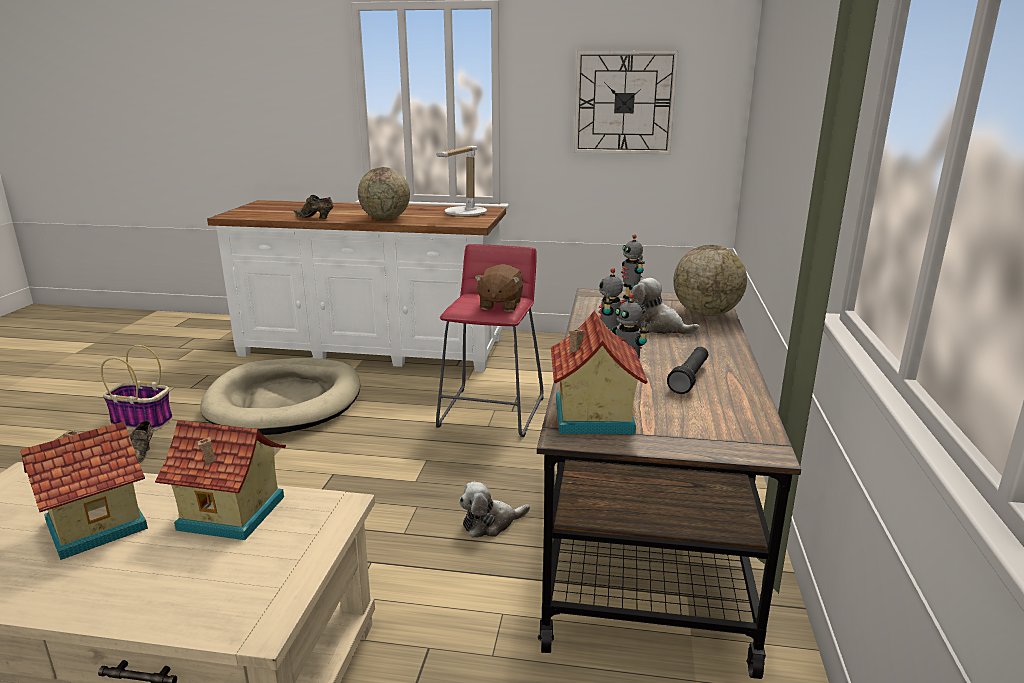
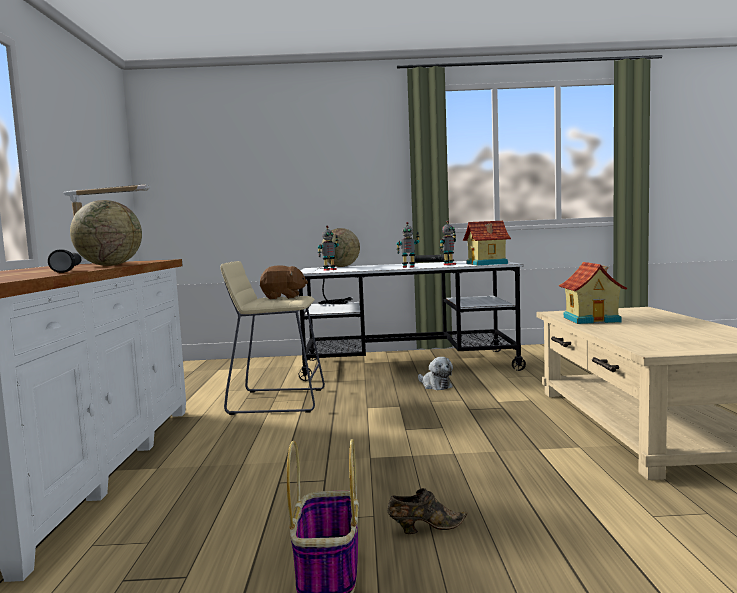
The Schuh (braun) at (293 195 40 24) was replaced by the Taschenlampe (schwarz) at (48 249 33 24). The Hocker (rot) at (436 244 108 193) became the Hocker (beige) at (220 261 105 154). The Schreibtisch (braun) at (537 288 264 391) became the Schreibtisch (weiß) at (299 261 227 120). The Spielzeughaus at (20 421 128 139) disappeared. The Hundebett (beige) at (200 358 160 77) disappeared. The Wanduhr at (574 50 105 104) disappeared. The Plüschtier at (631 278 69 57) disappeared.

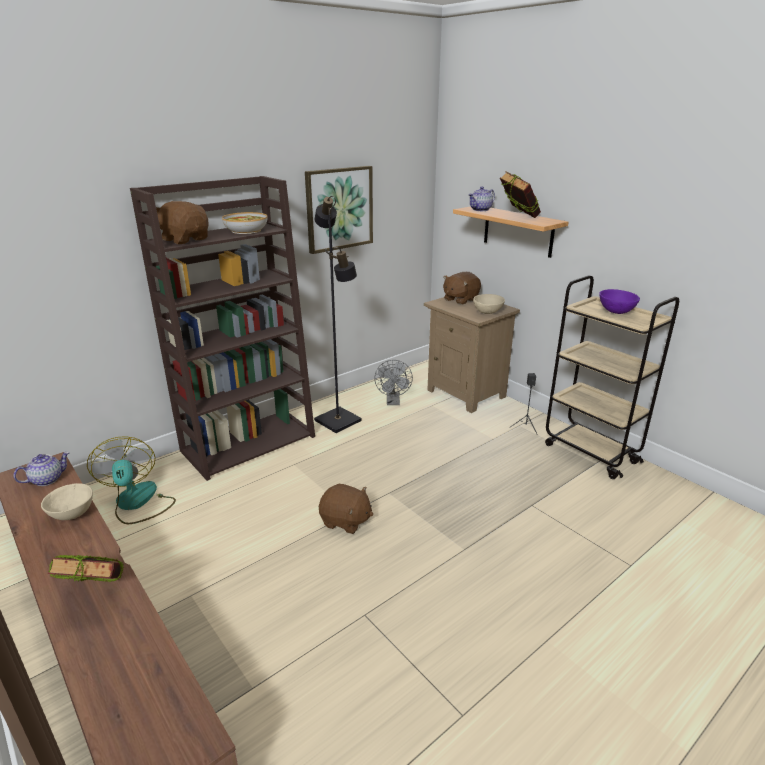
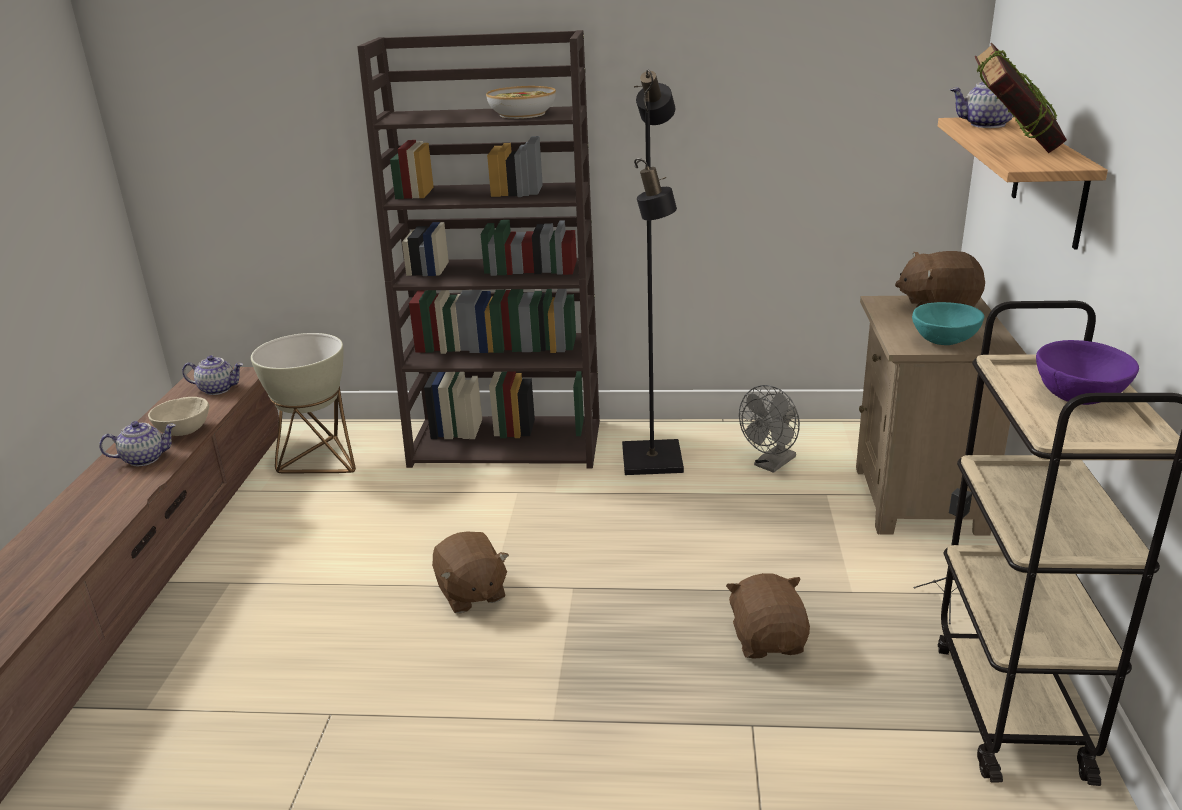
The Teekanne at (99 421 76 45) appeared. The Ventilator at (87 436 89 88) was replaced by the Pflanzkübel at (251 333 105 141). The Plüschtier (braun) moved from (156 201 53 43) to (726 573 84 86). The Schüssel (beige) at (473 294 32 20) became the Schüssel (türkis) at (912 302 72 43). The Buch at (48 555 76 27) disappeared. The Bild at (305 166 68 88) disappeared.

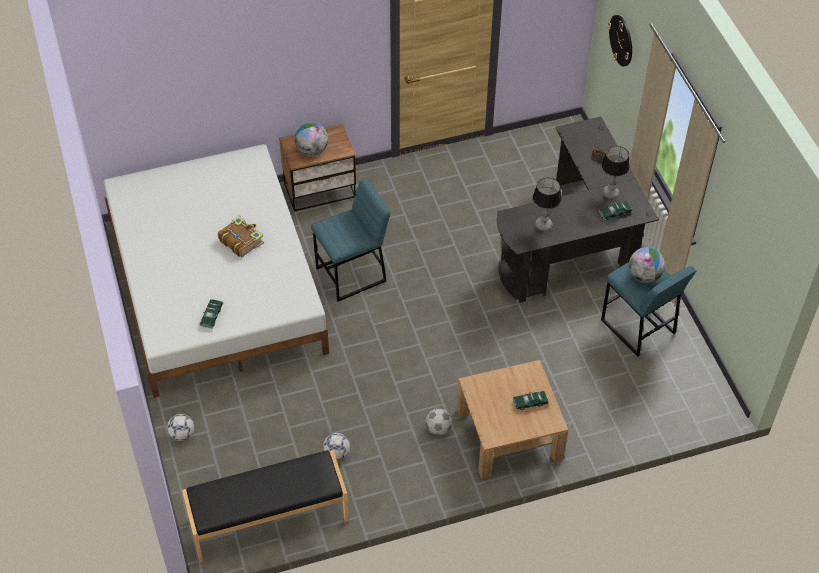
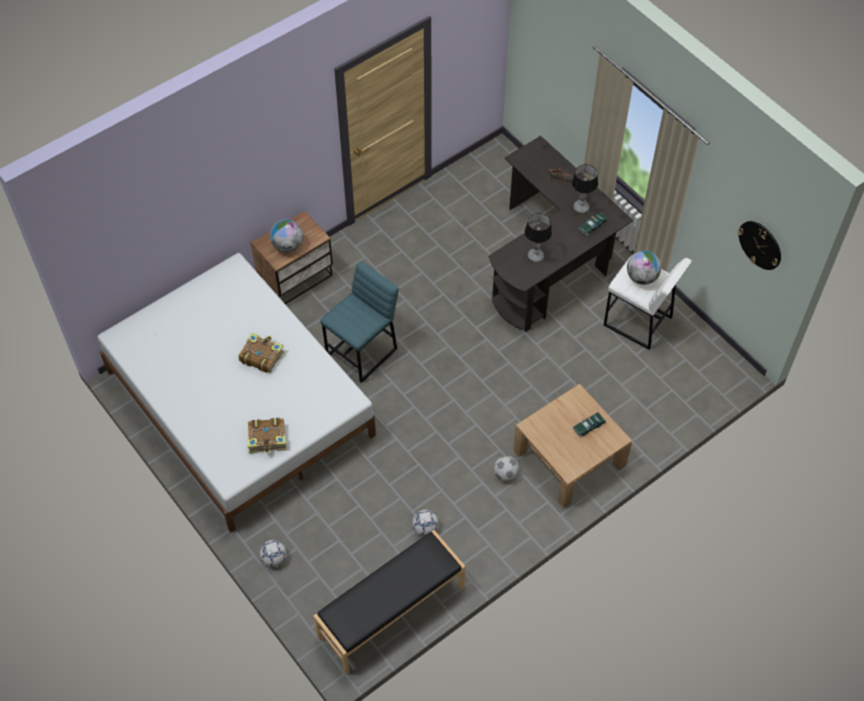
The Spielzeugauto at (199 299 24 30) was replaced by the Buch at (247 418 40 36). The Hocker (blau) at (601 262 95 95) became the Hocker (weiß) at (604 255 88 95). The Wanduhr moved from (608 15 24 51) to (738 221 43 49).

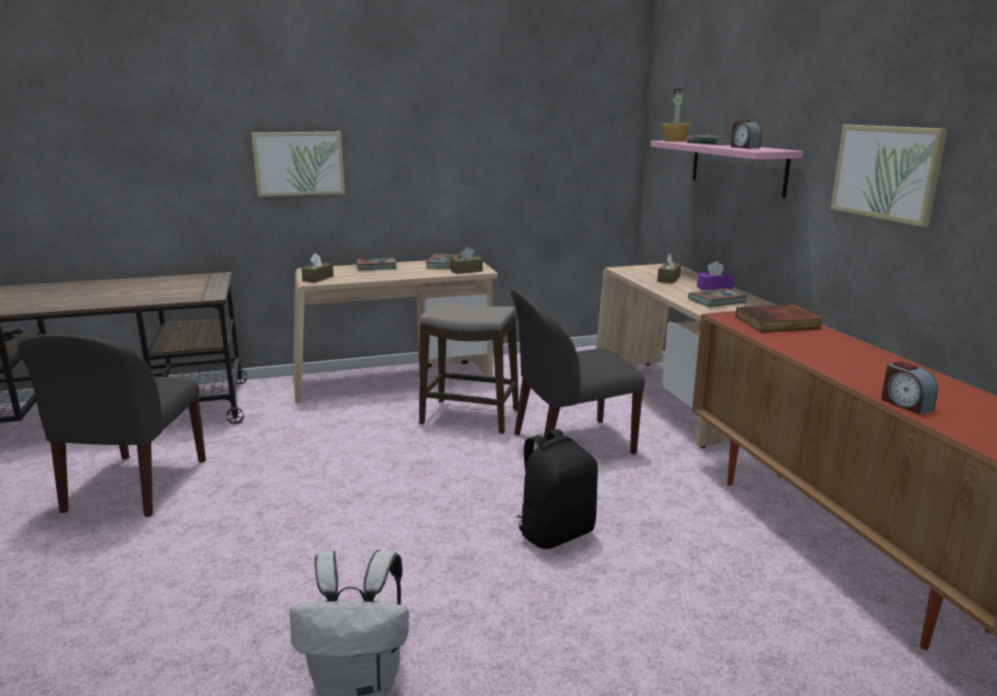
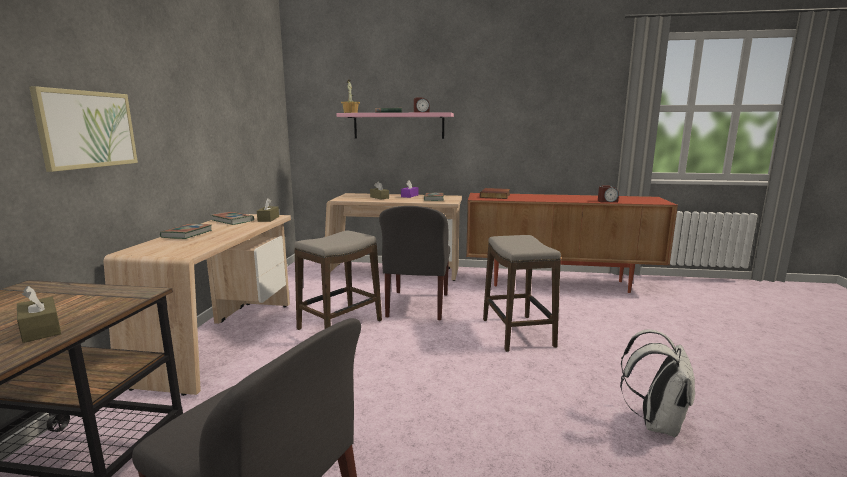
The Taschentuchbox (braun) moved from (301 253 33 30) to (17 286 44 57). The Rucksack (schwarz) at (517 429 81 120) was replaced by the Hocker at (483 235 78 117). The Bild at (831 125 116 102) disappeared.

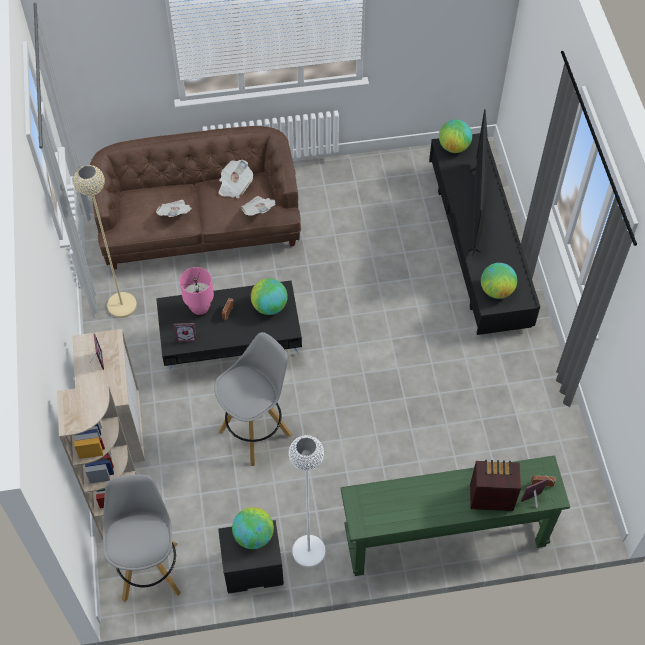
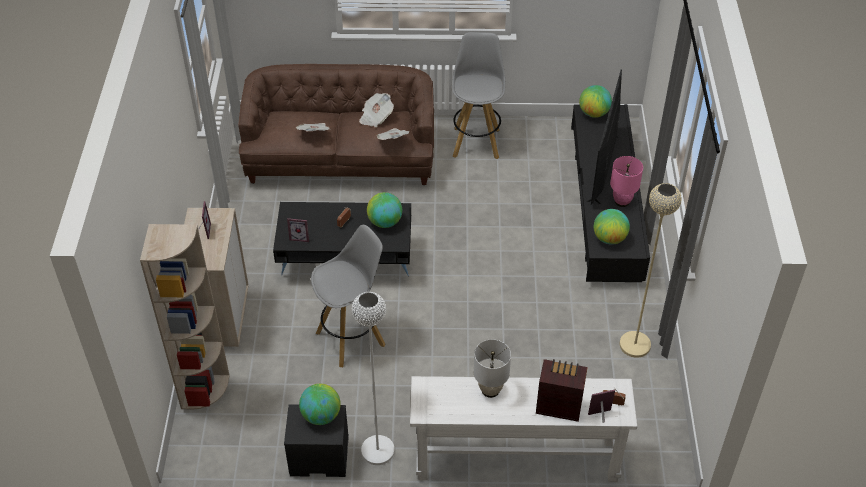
The Konsolentisch (grün) at (341 455 229 121) became the Konsolentisch (weiß) at (410 376 228 106). The Hocker (grau) moved from (103 475 78 128) to (452 32 53 127). The Tischlampe (weiß) at (474 339 37 59) appeared. The Tischlampe (rosa) moved from (180 267 34 49) to (610 156 33 51). The Stehlampe (beige) moved from (74 165 63 153) to (620 183 62 175).

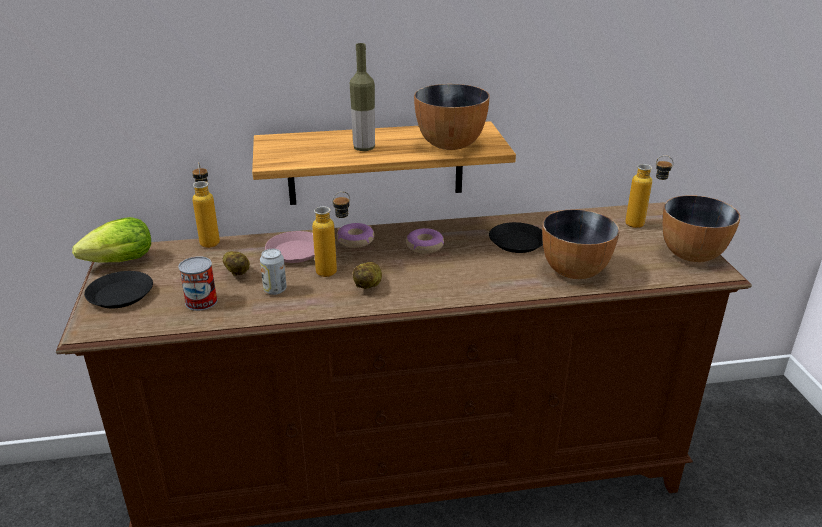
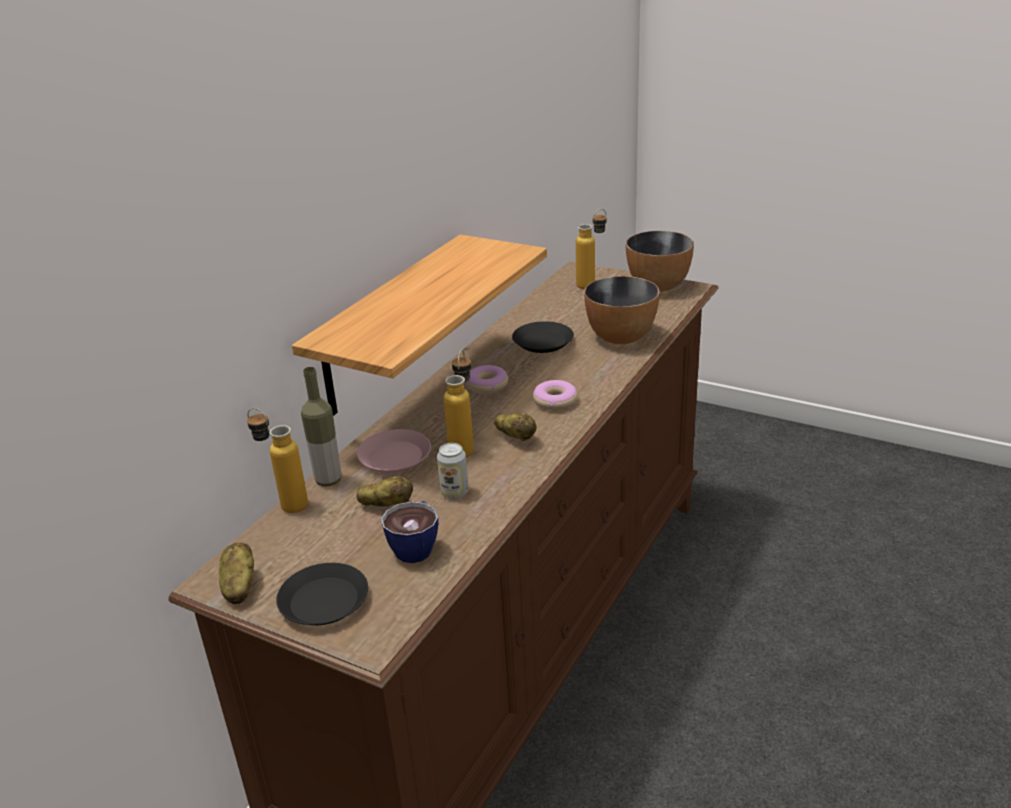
The Salatkopf at (72 217 79 46) was replaced by the Kartoffel at (219 543 35 61). The Flasche moved from (350 43 25 108) to (301 367 40 120). The Dose at (178 256 40 55) was replaced by the Tasse at (381 501 57 62). The Donut moved from (337 223 37 25) to (532 380 46 30). The Schüssel at (414 84 76 66) disappeared.

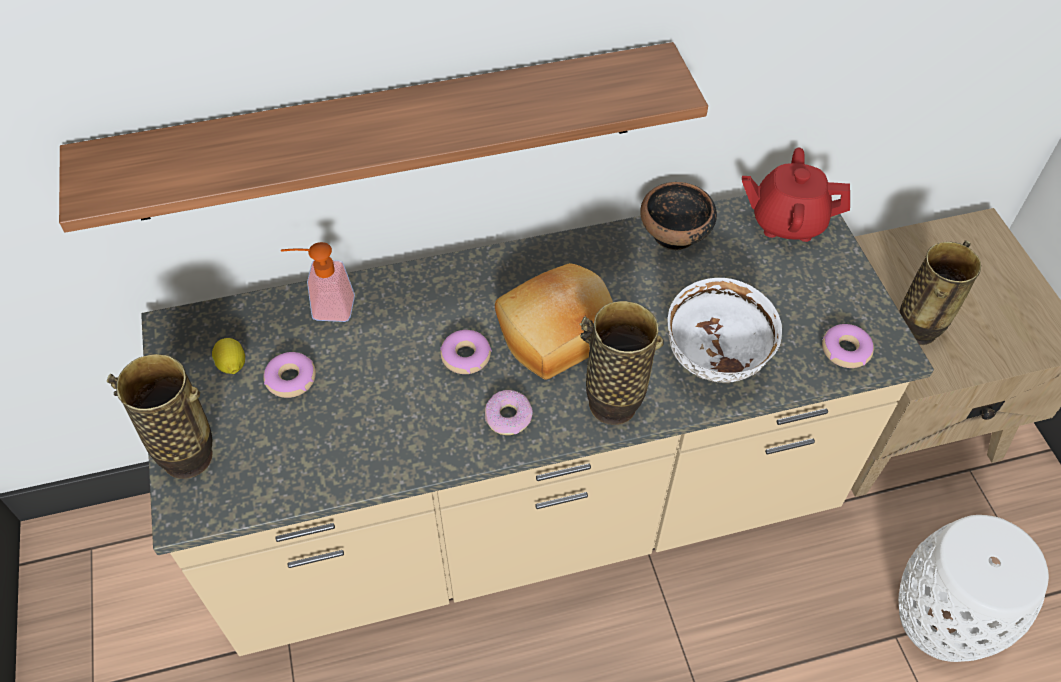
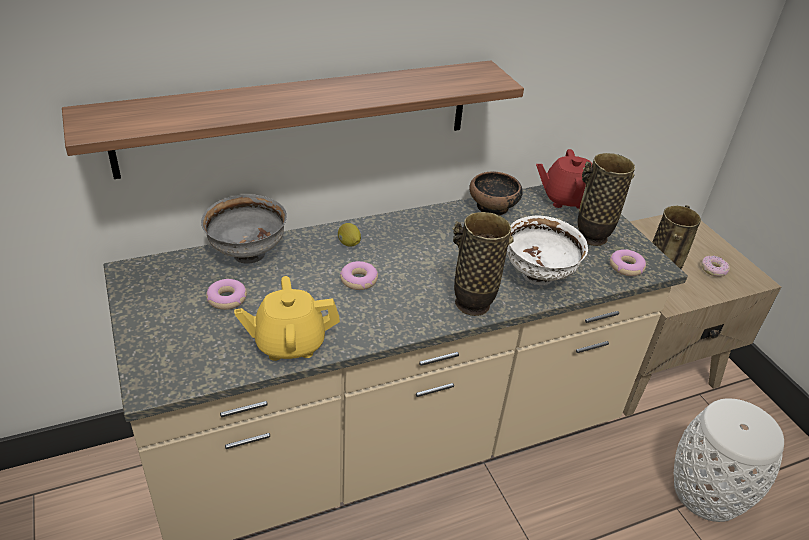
The Seifenspender at (281 242 74 80) was replaced by the Schüssel (grau) at (201 194 86 69). The Teekanne (gelb) at (234 276 106 85) appeared. The Zitrone moved from (212 338 33 36) to (338 223 23 24). The Vase moved from (107 354 106 125) to (577 153 58 93). The Donut moved from (485 390 48 45) to (701 256 29 21). The Brot at (495 263 118 117) disappeared.

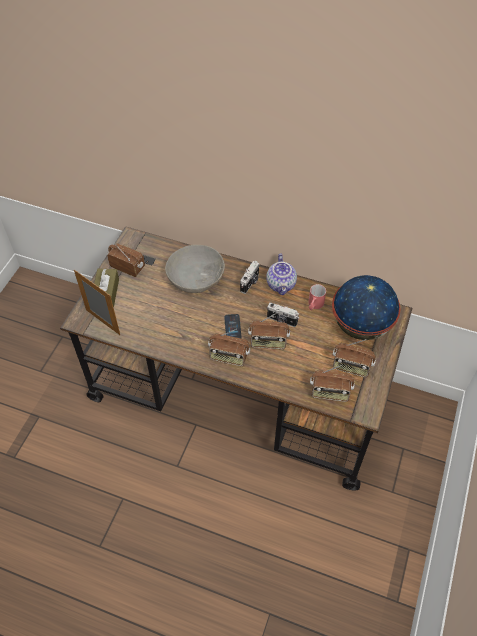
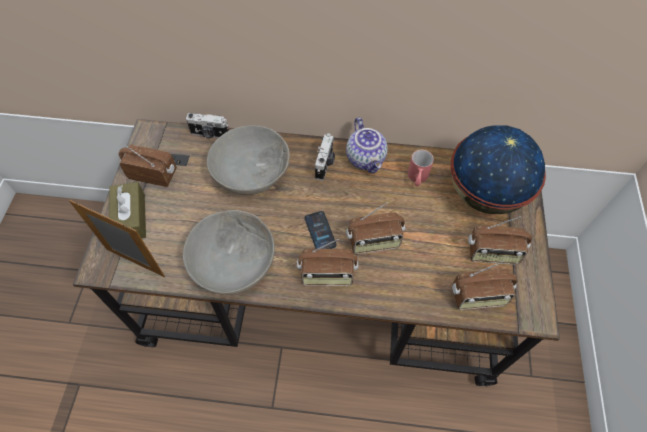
The Schüssel (grau) at (183 210 92 85) appeared. The Kamera moved from (267 302 32 25) to (186 113 43 25).

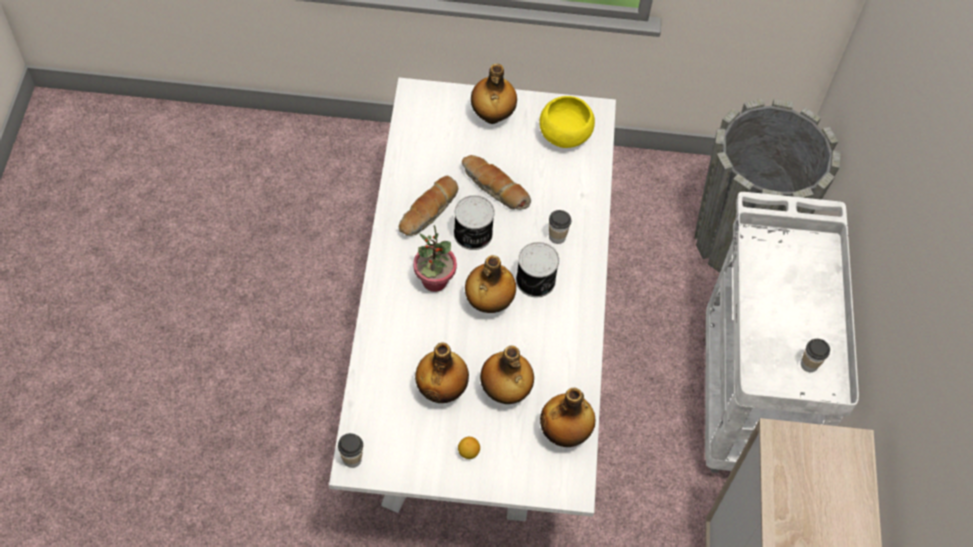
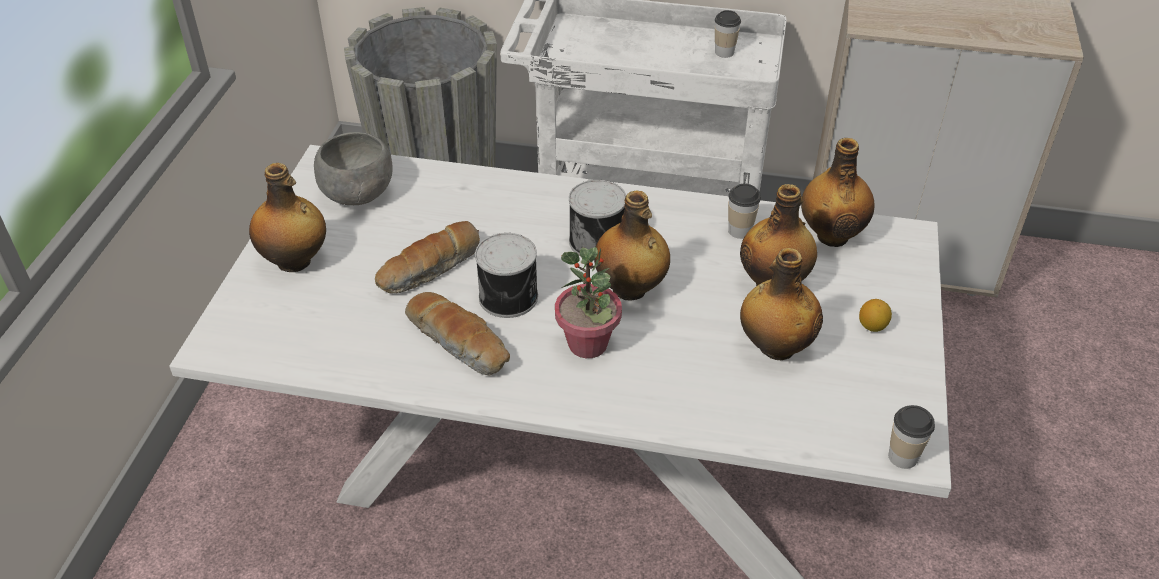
The Schüssel (gelb) at (539 96 56 52) became the Schüssel (grau) at (314 132 79 73). The Tasse moved from (549 210 22 34) to (728 184 33 55).

